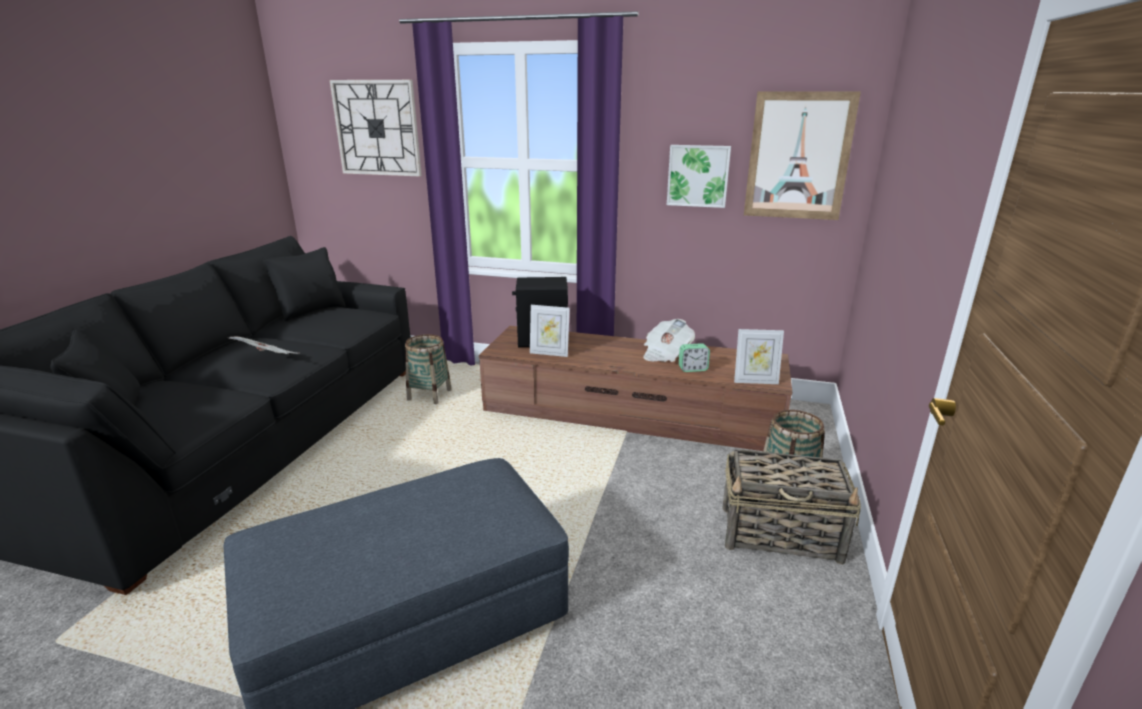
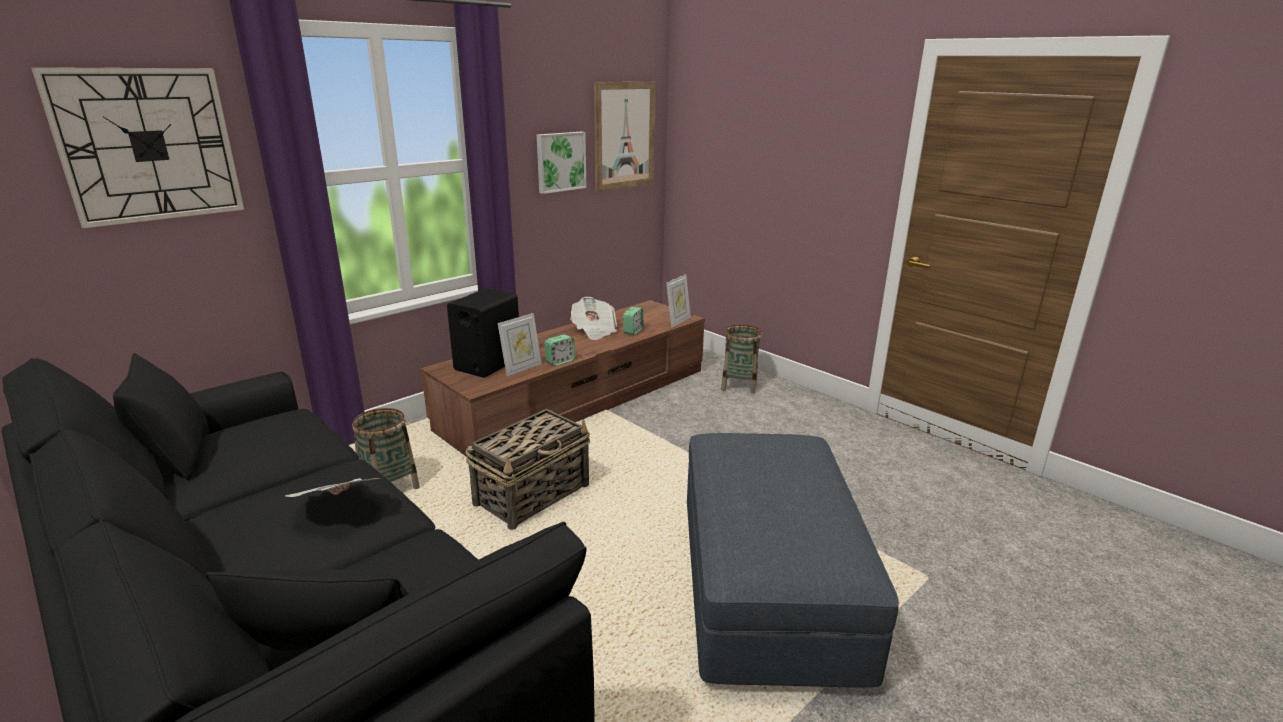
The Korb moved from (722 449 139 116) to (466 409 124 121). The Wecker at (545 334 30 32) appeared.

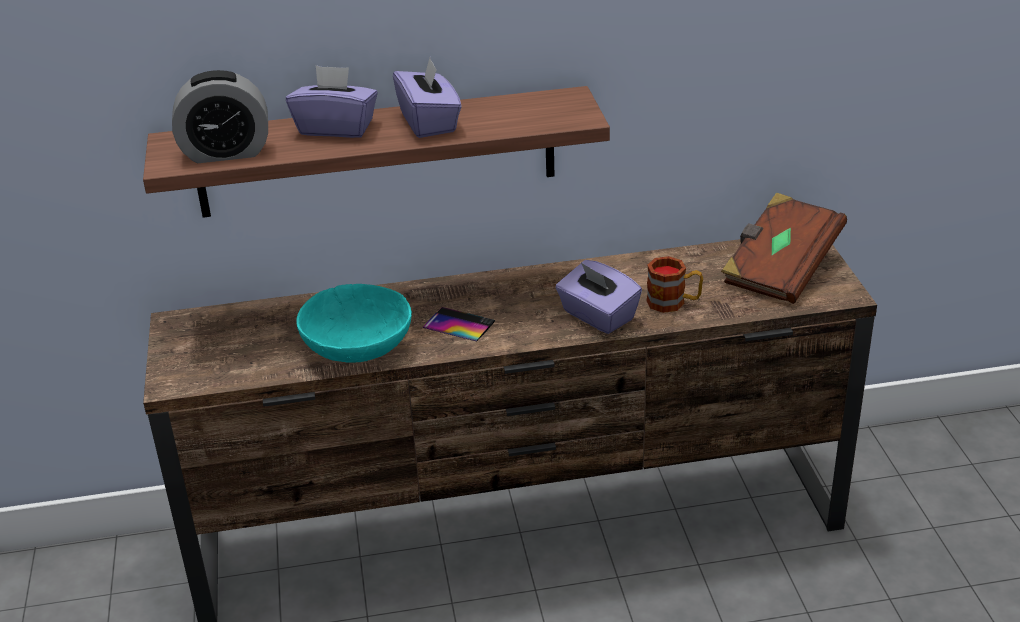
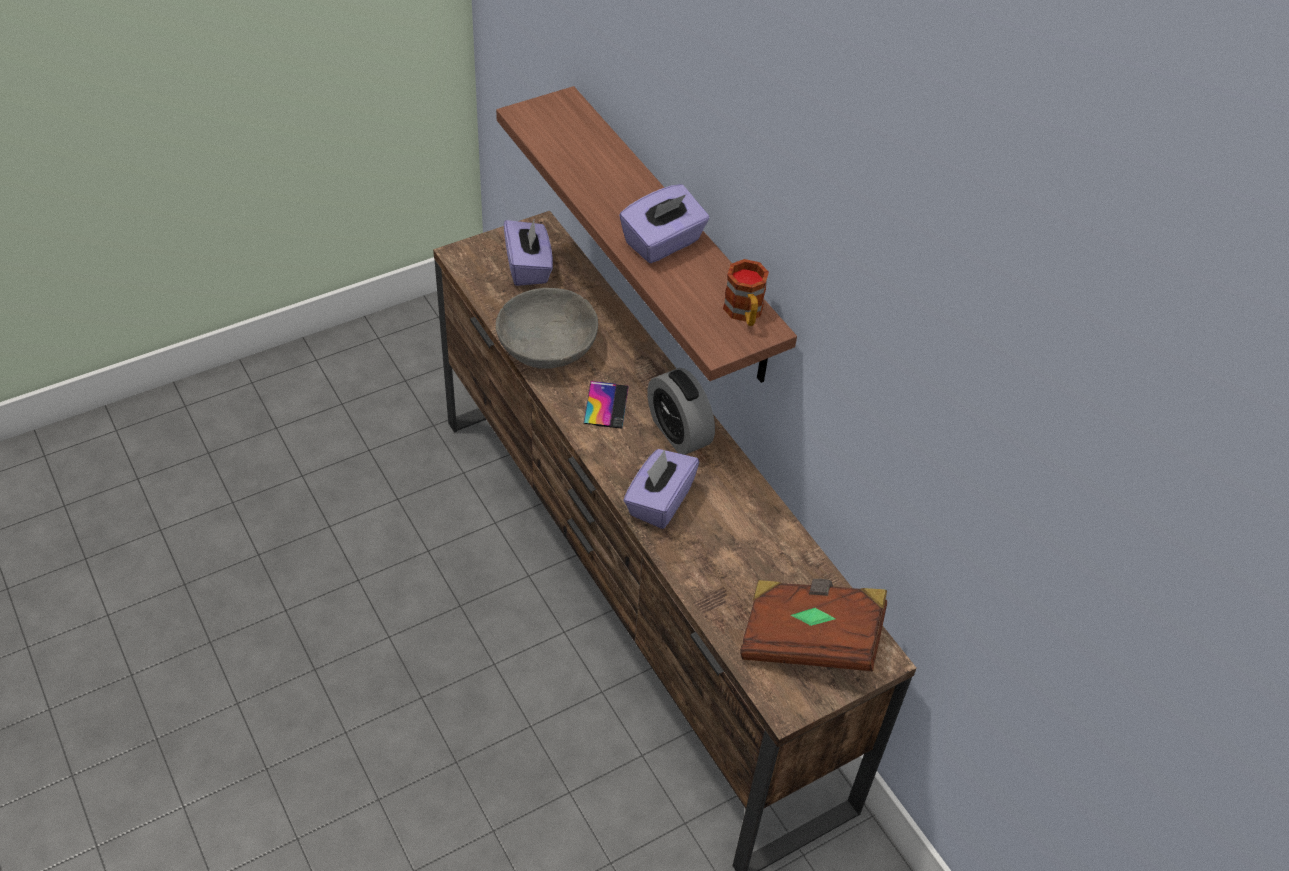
The Schüssel (türkis) at (296 284 116 79) became the Schüssel (grau) at (496 288 102 81). The Taschentuchbox (lila) moved from (286 65 92 73) to (504 218 49 68). The Wecker moved from (172 70 96 93) to (647 368 68 87). The Henkelbecher moved from (646 256 57 57) to (723 259 46 67).

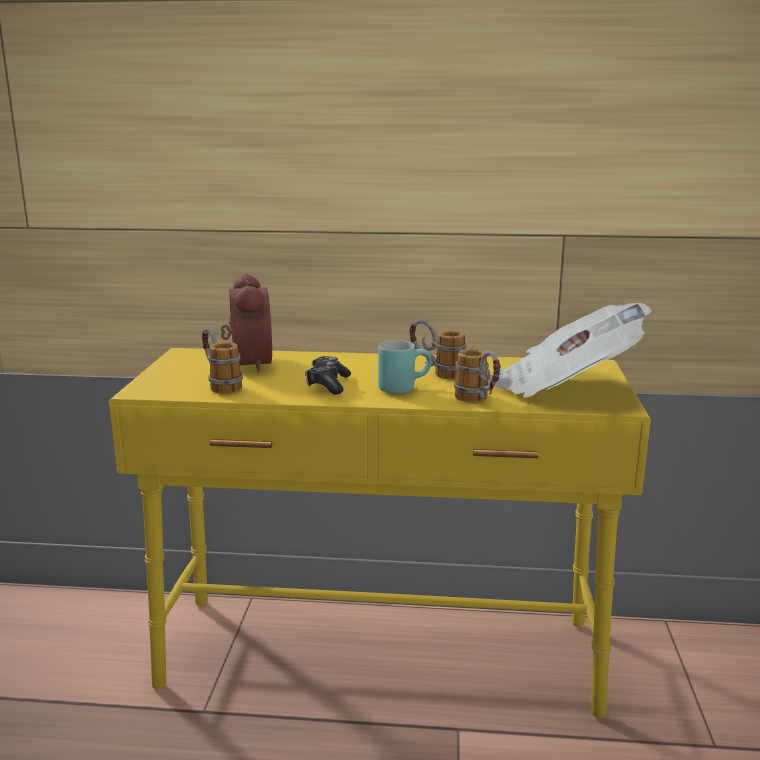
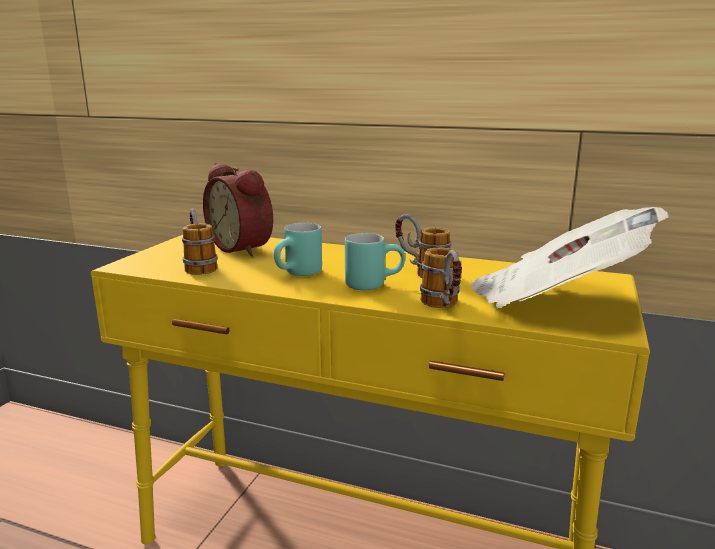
The Wecker at (221 274 51 98) turned 135 degrees clockwise. The Gamepad at (305 356 46 39) was replaced by the Henkelbecher (türkis) at (274 223 48 53).

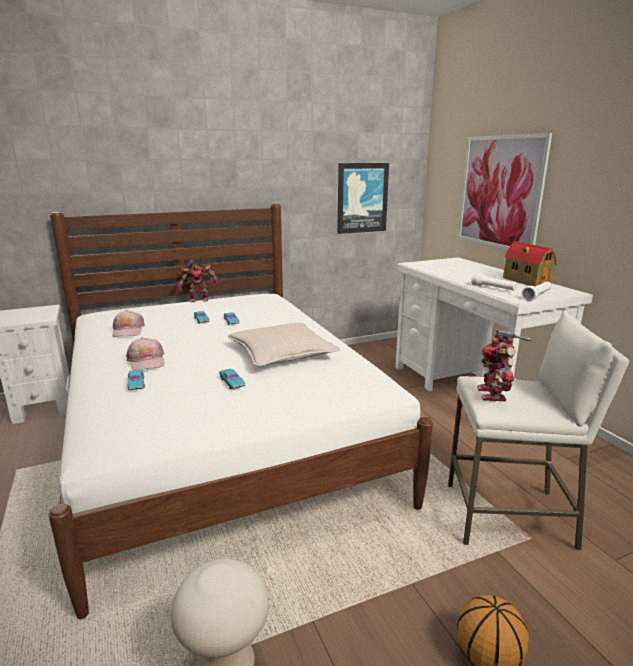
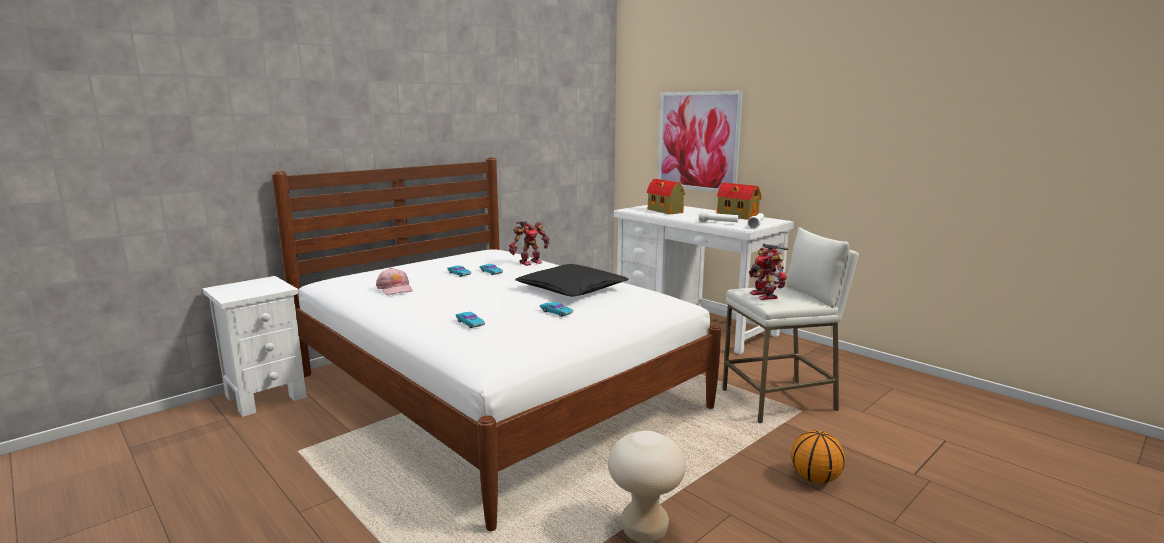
The Spielzeugroboter moved from (177 261 42 41) to (509 221 41 45). The Kissen (beige) at (228 323 112 43) became the Kissen (schwarz) at (515 264 113 33). The Spielzeughaus at (647 179 38 35) appeared. The Kappe (rosa) at (126 337 39 33) disappeared. The Bild at (337 163 52 71) disappeared.

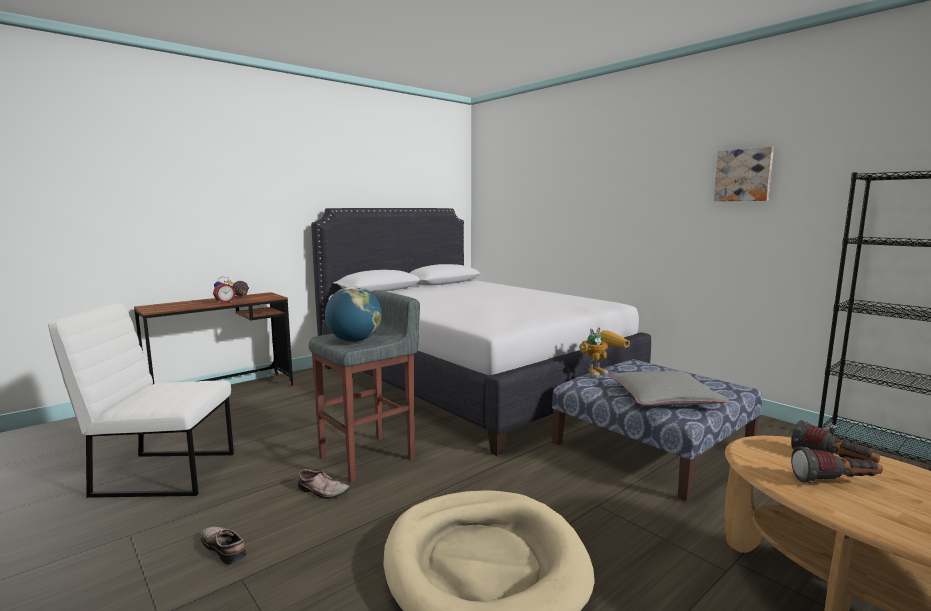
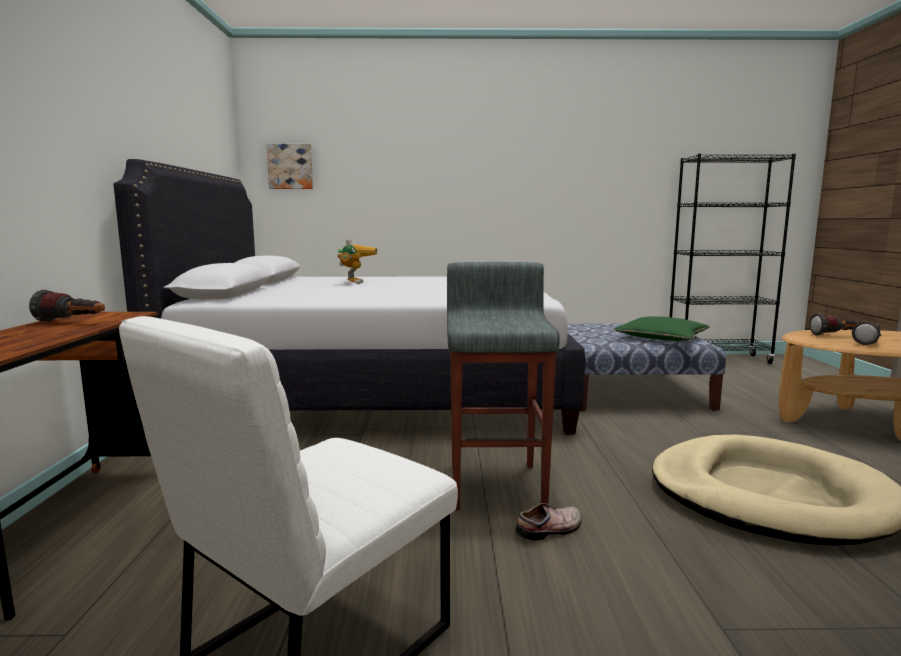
The Bild moved from (714 147 60 54) to (266 144 47 45). The Spielzeugroboter moved from (579 327 51 51) to (338 239 39 45). The Kissen (grau) at (610 371 120 34) became the Kissen (grün) at (614 316 96 25). The Schuh at (201 526 45 39) disappeared. The Wecker at (213 277 23 27) disappeared. The Globus at (325 286 57 56) disappeared.

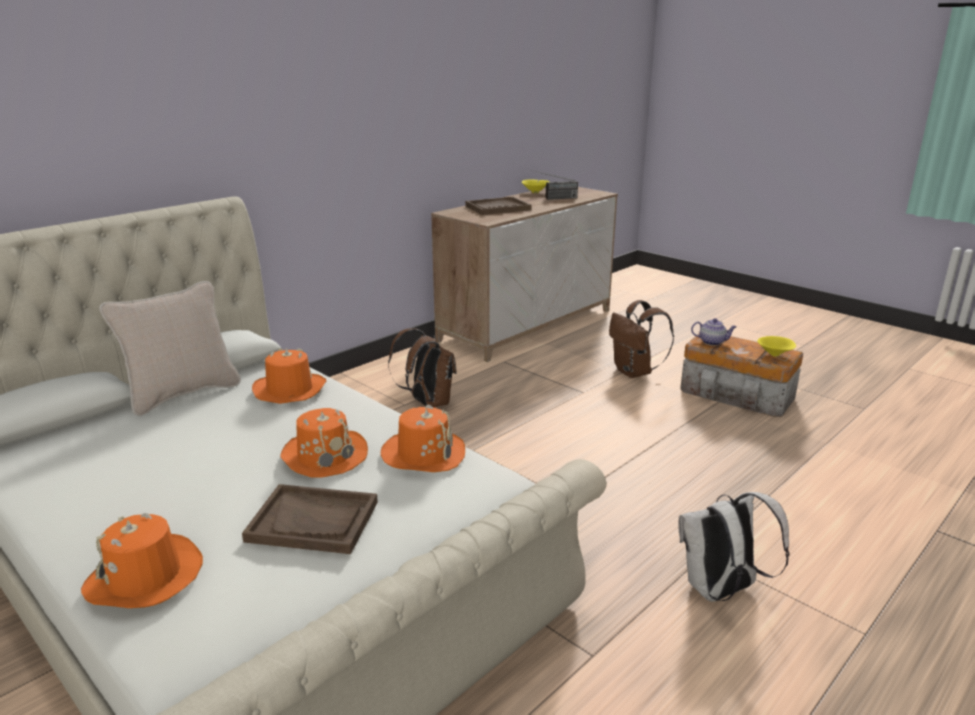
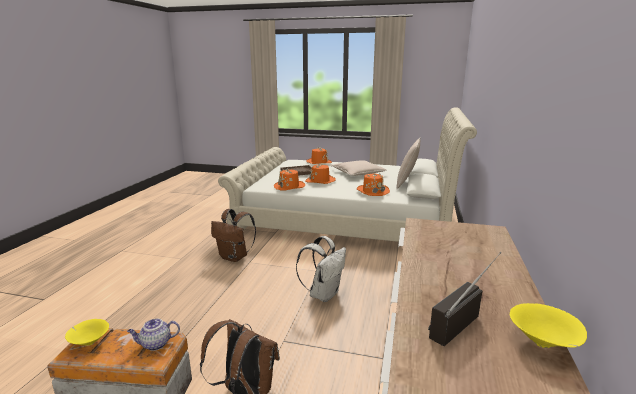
The Rucksack (braun) moved from (388 328 69 80) to (211 209 45 53). The Rucksack (weiß) moved from (678 492 112 110) to (296 236 50 66). The Kissen (beige) at (331 160 56 16) appeared. The Tablett (braun) at (465 197 67 18) disappeared.

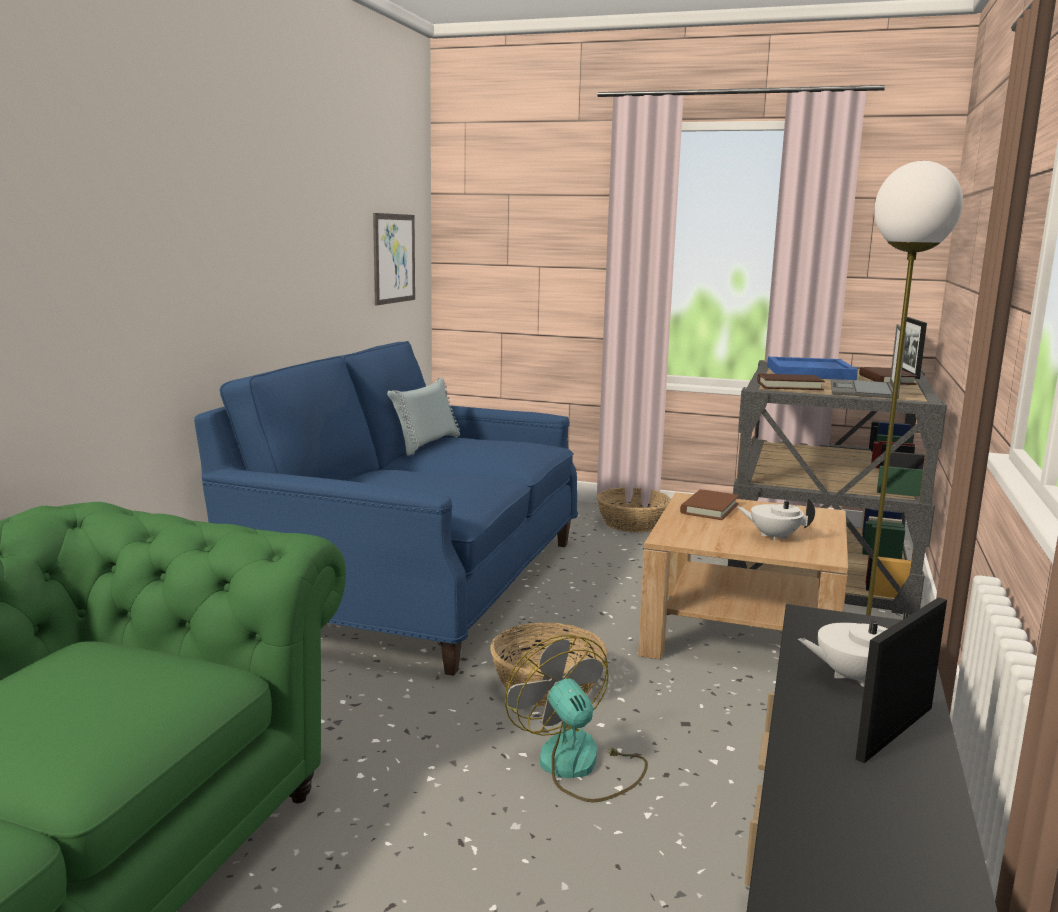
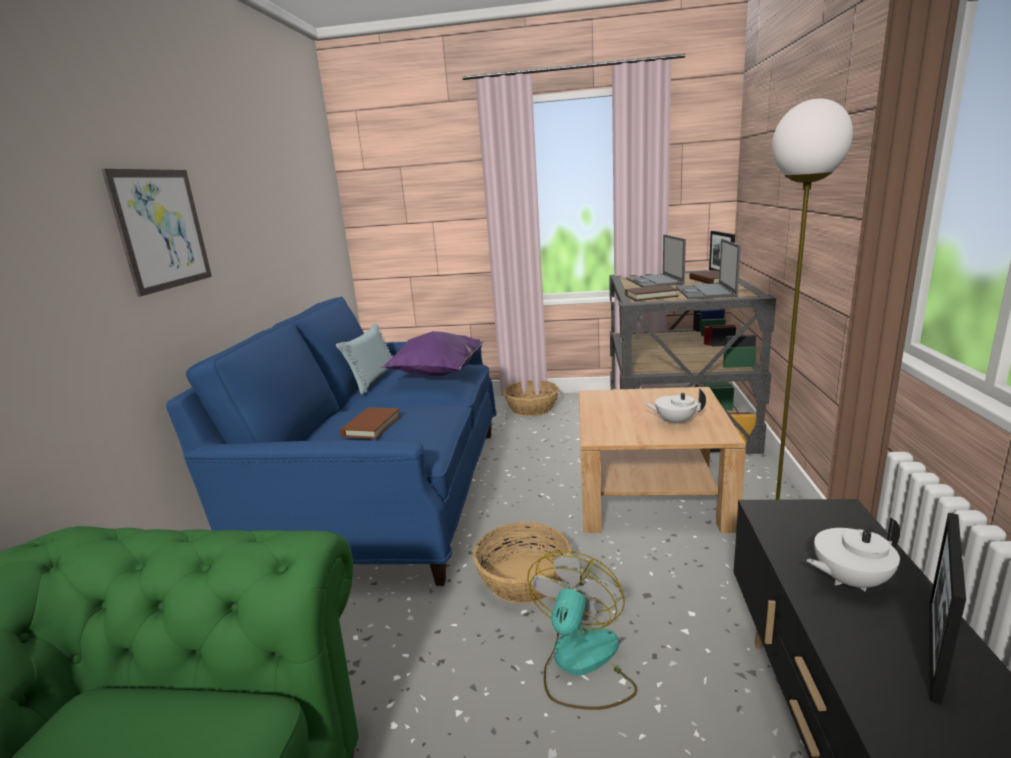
The Bild moved from (373 213 42 92) to (101 169 111 128). The Buch (braun) moved from (680 489 59 31) to (340 407 61 32). The Kissen (lila) at (380 331 104 45) appeared. The Ventilator at (505 635 143 167) turned 60 degrees clockwise. The Tablett (blau) at (767 357 91 23) was replaced by the Laptop at (626 234 60 53).

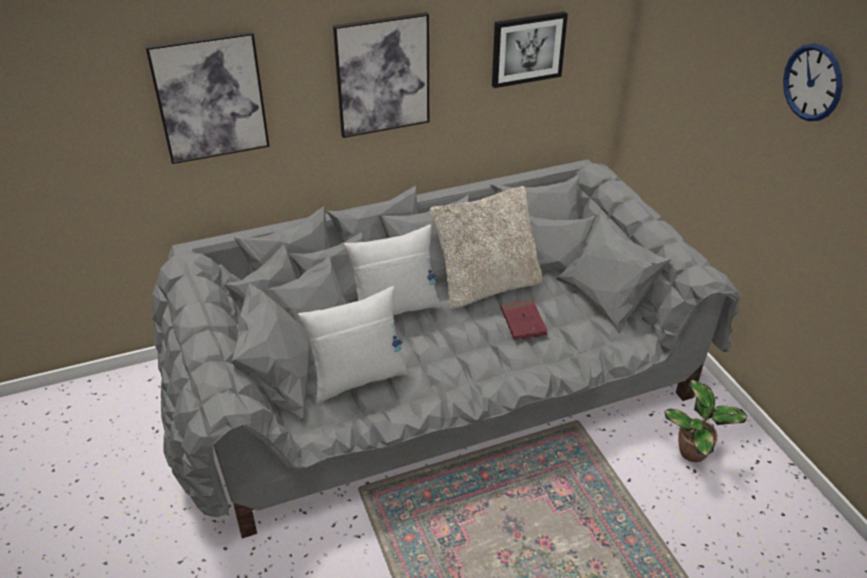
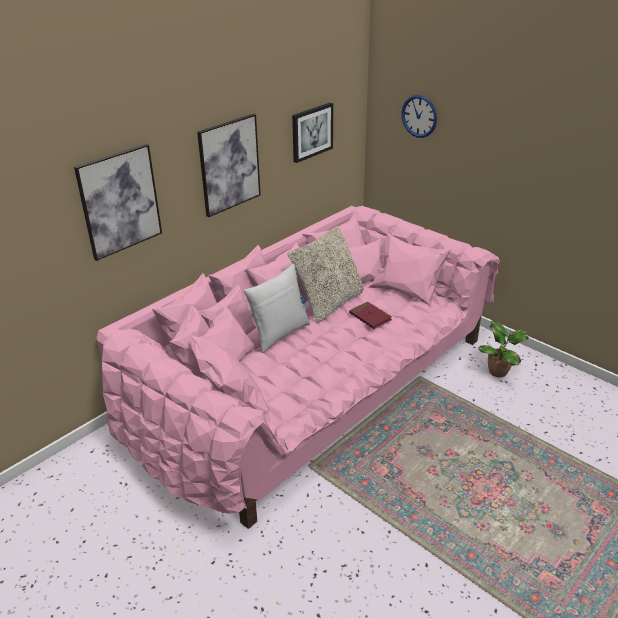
The Sofa (grau) at (152 159 588 379) became the Sofa (rosa) at (97 206 403 323). The Wanduhr moved from (783 43 60 78) to (401 95 36 43). The Kissen (grau) at (298 286 110 118) disappeared.

